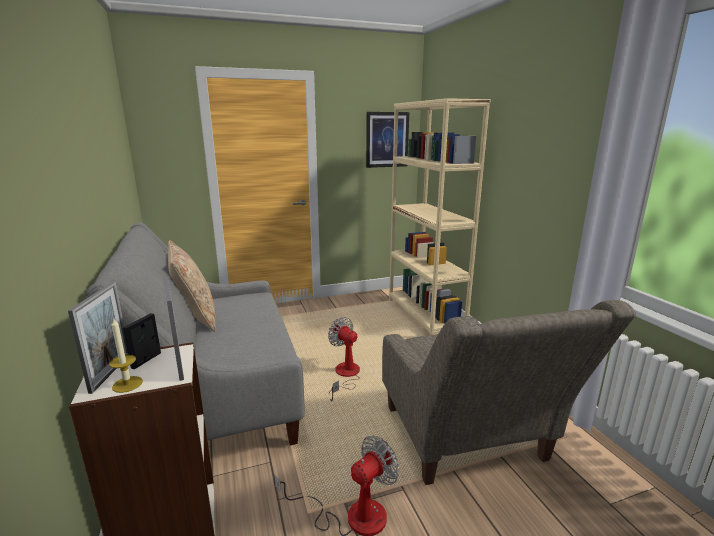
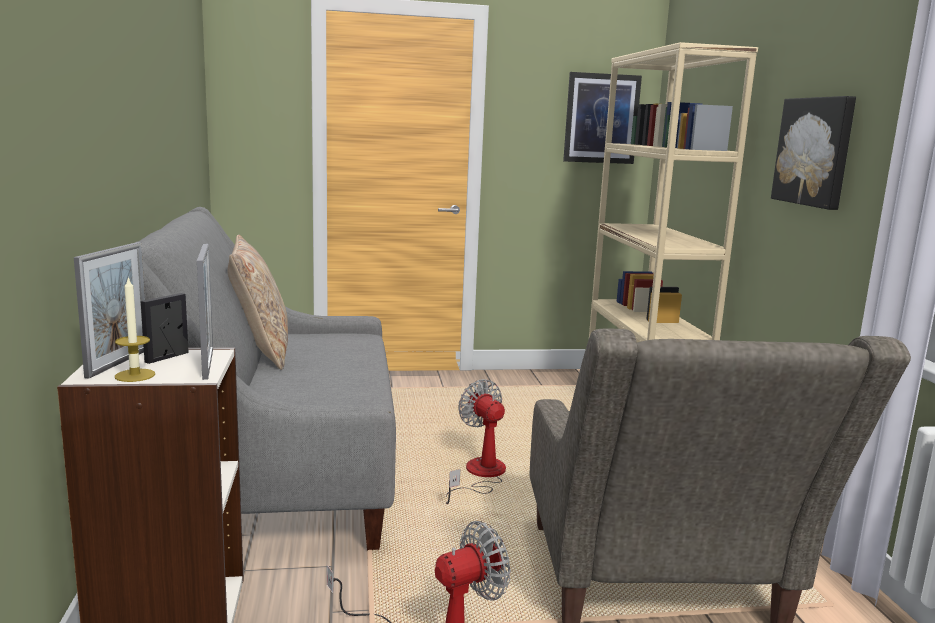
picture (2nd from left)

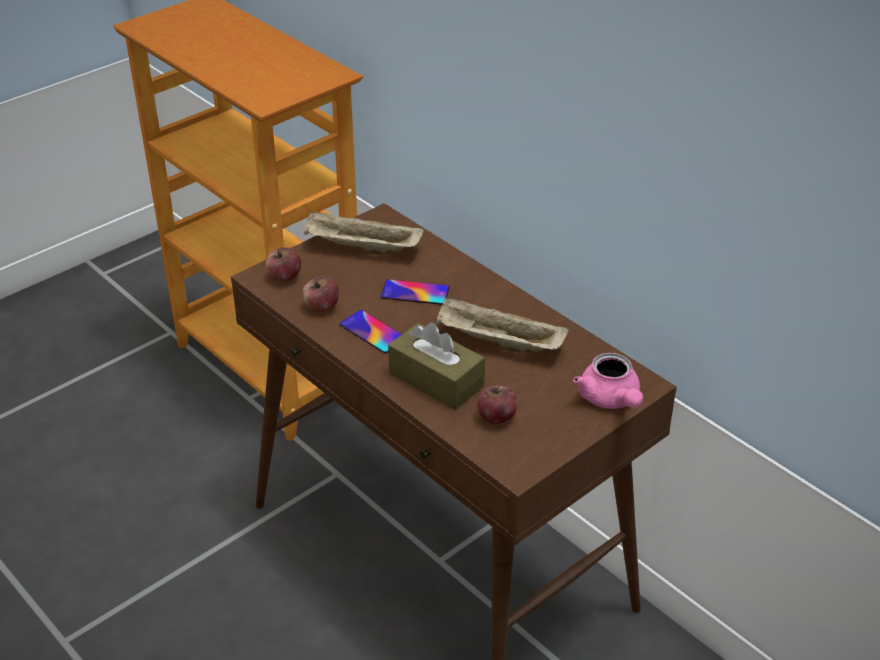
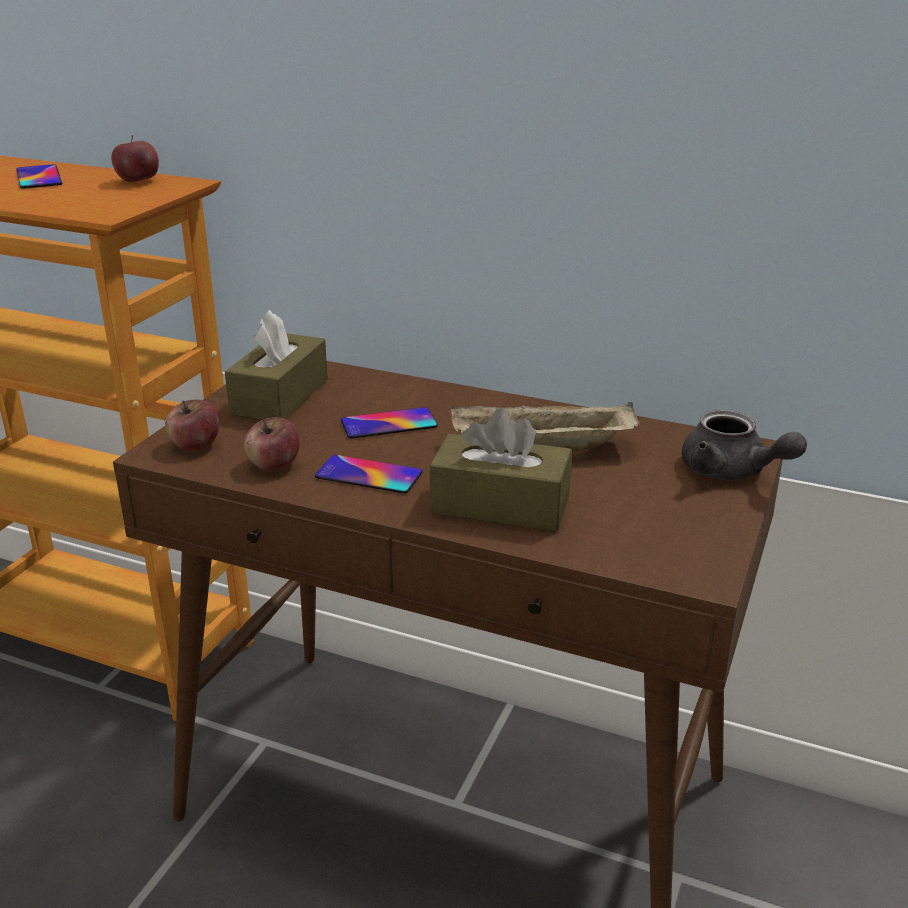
brown tissue box (1st from left)
grey teapot
apple (1st from left)
phone (1st from left)

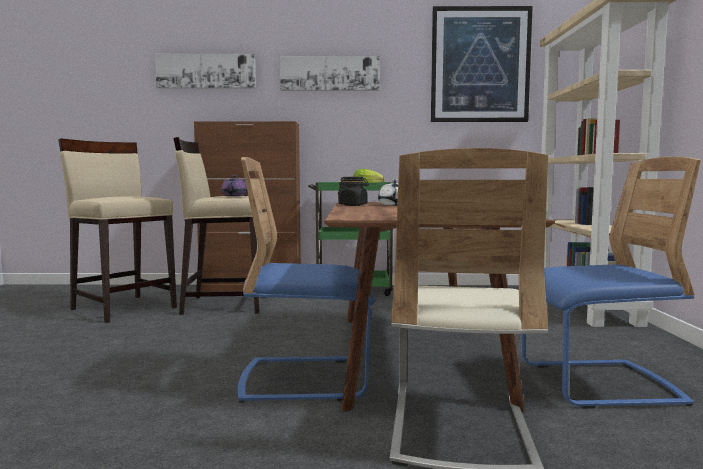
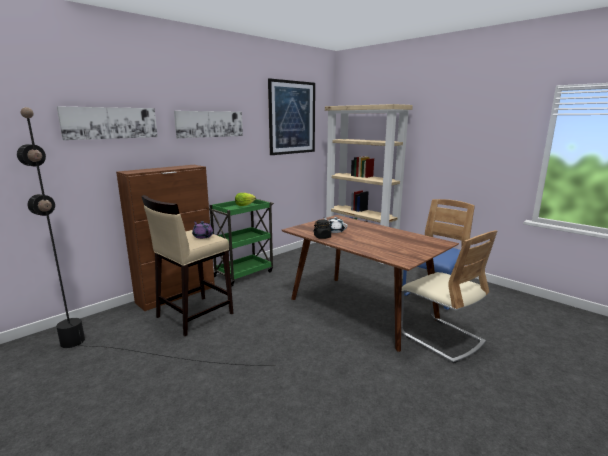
black floor lamp
blue chair (1st from left in the first image)

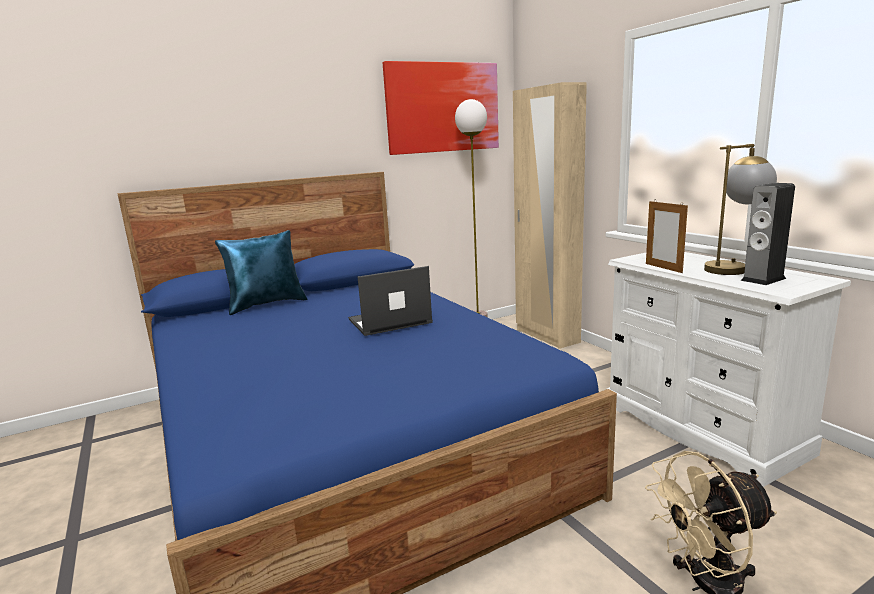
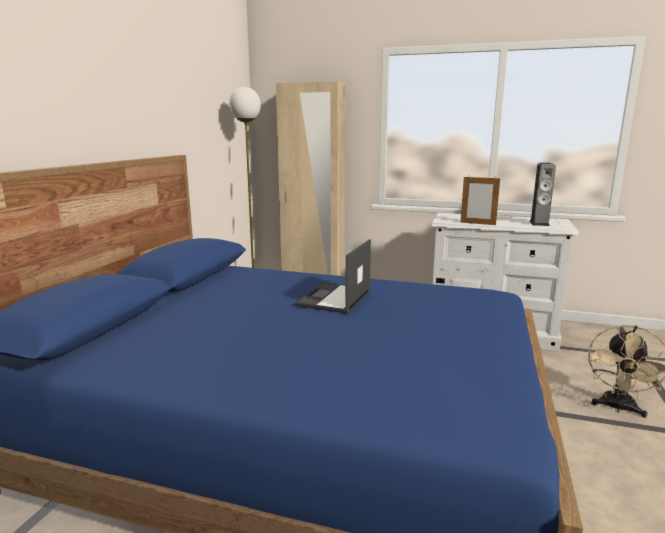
picture
table lamp
blue pillow

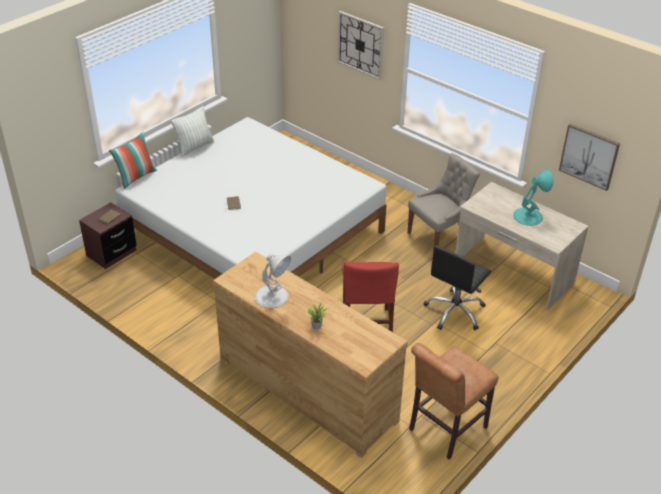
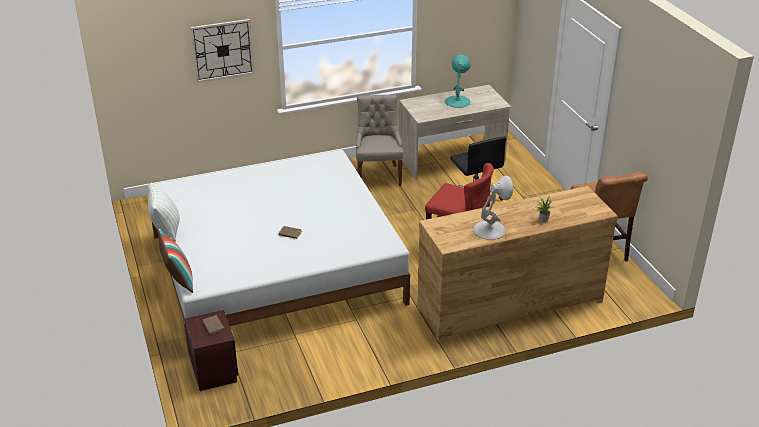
picture

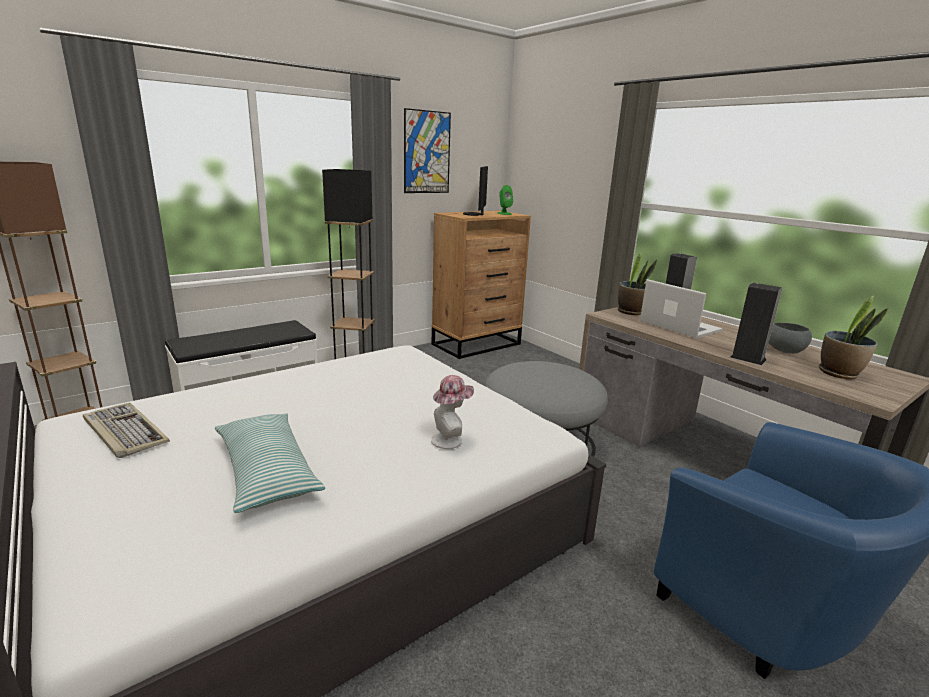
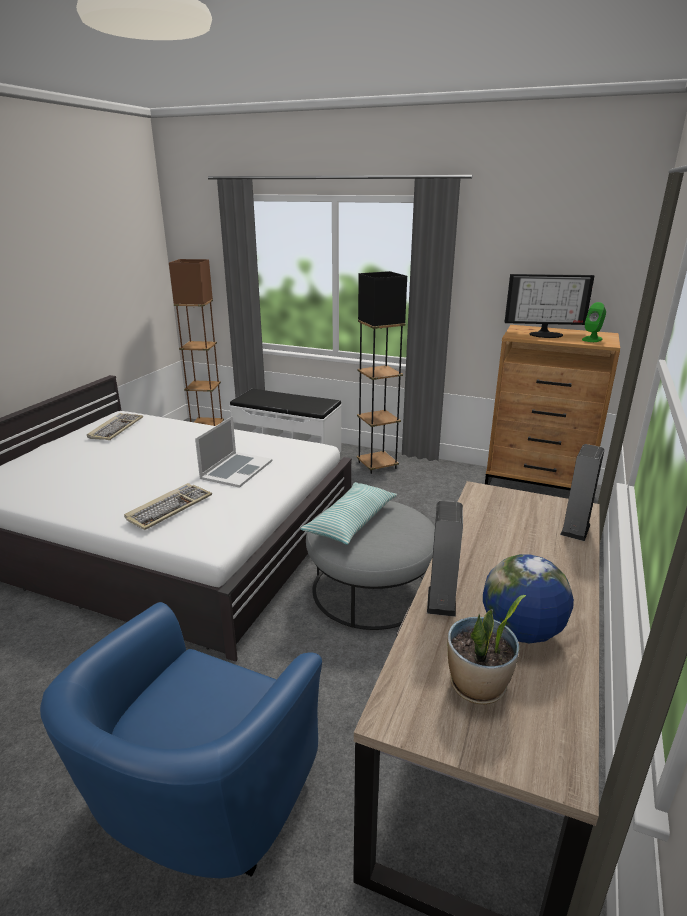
picture
monitor
potted plant (1st from left in the first image)
laptop
globe
keyboard (2nd from left)
pillow

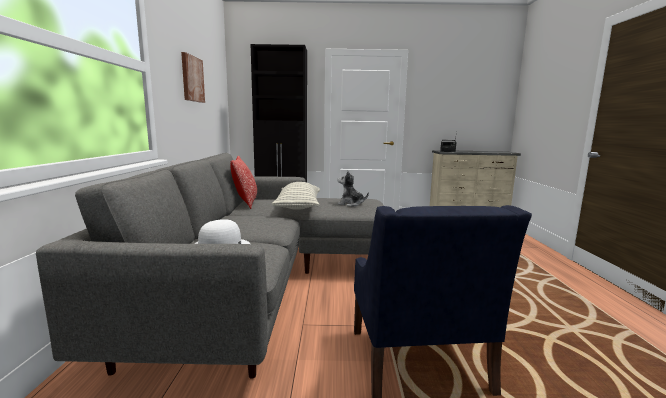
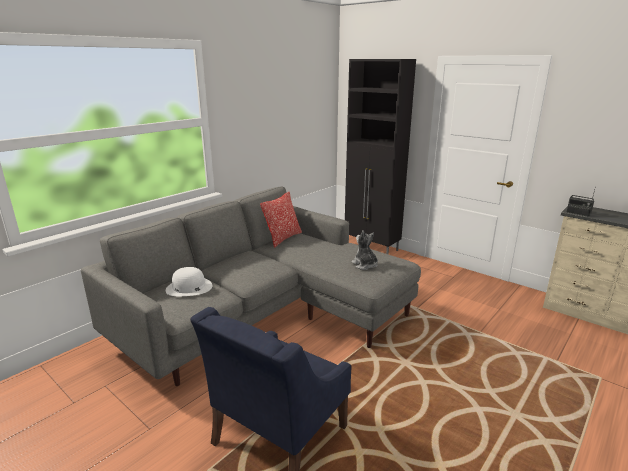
picture
pillow (2nd from left in the first image)

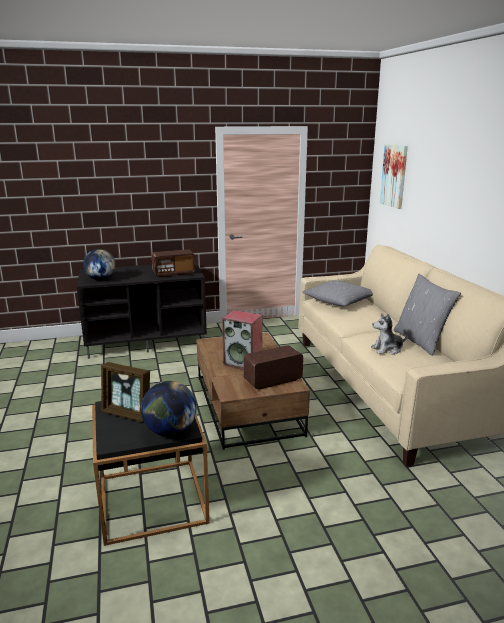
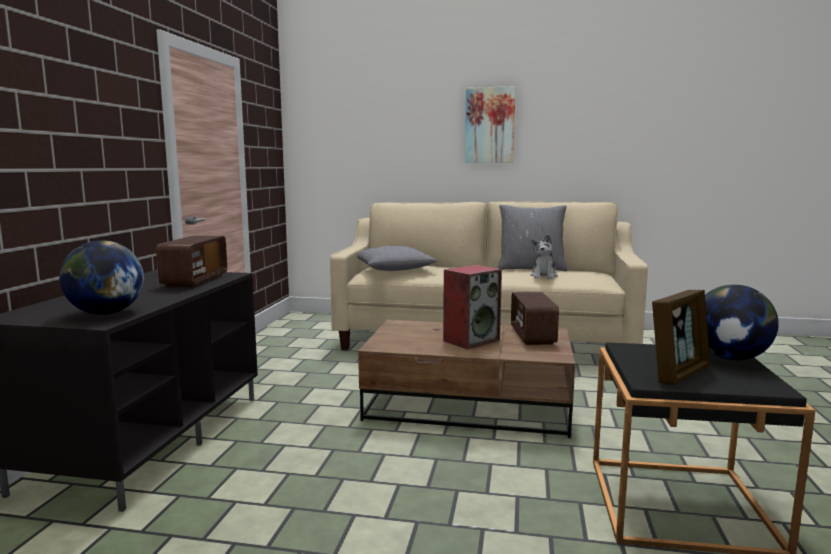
picture

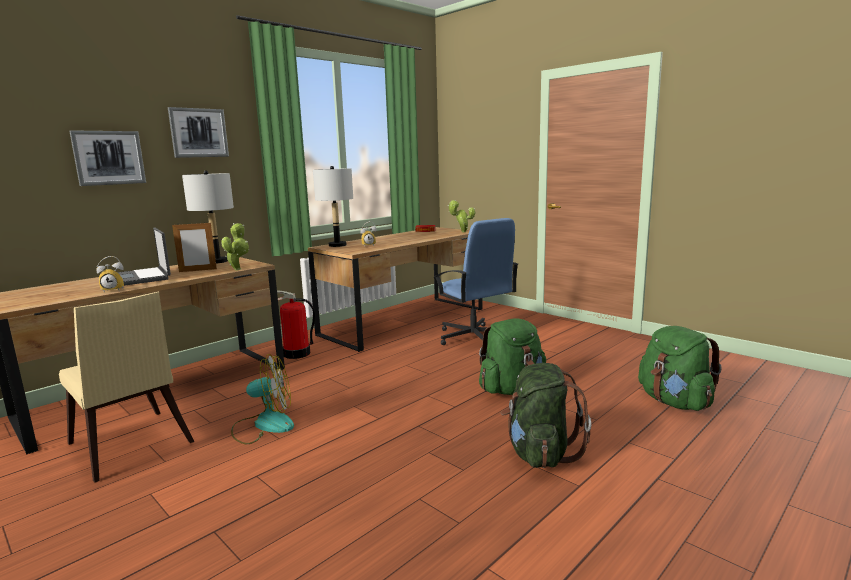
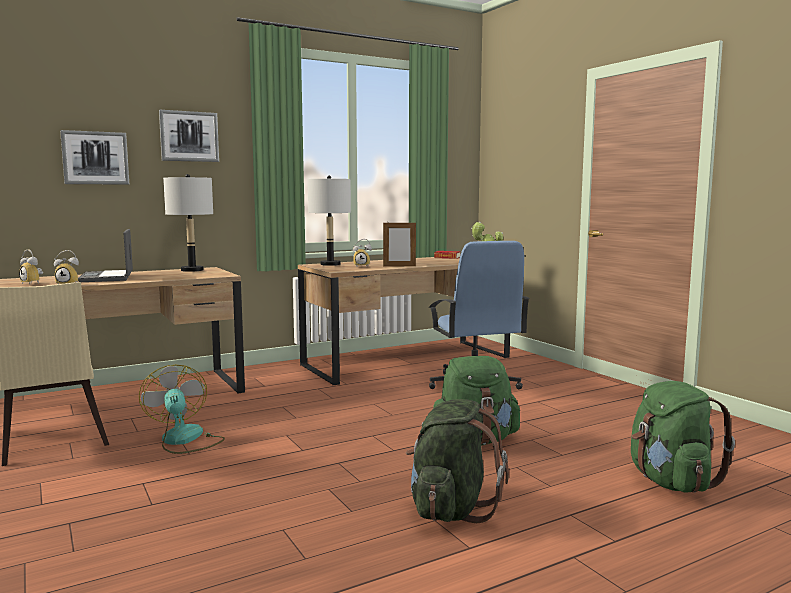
picture frame
potted plant (1st from left in the first image)
fire extinguisher
fan
alarm clock (1st from left)

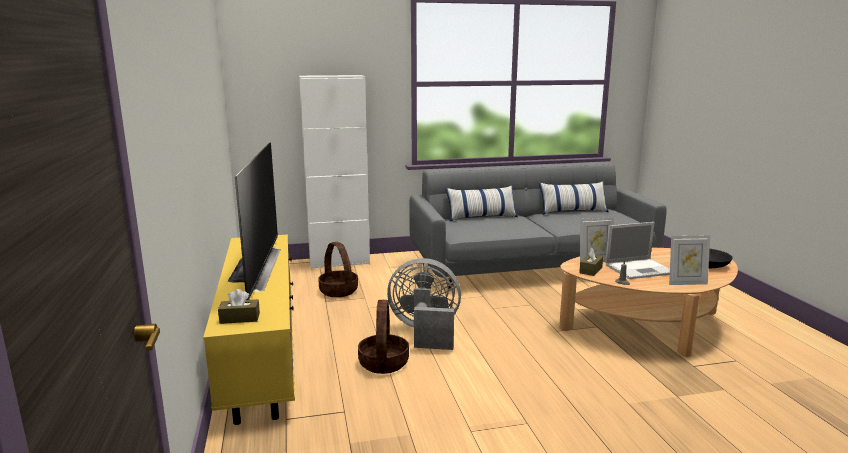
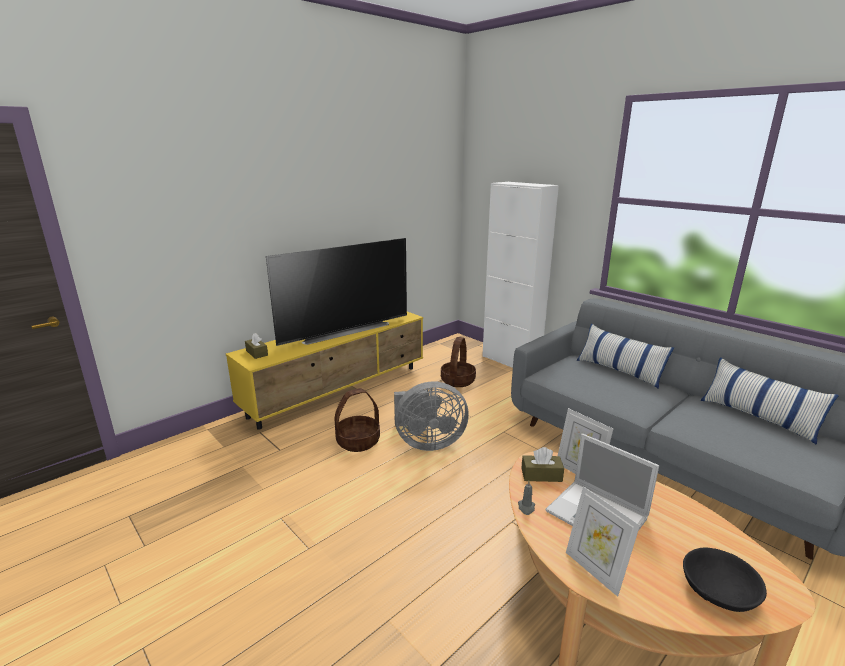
grey fan

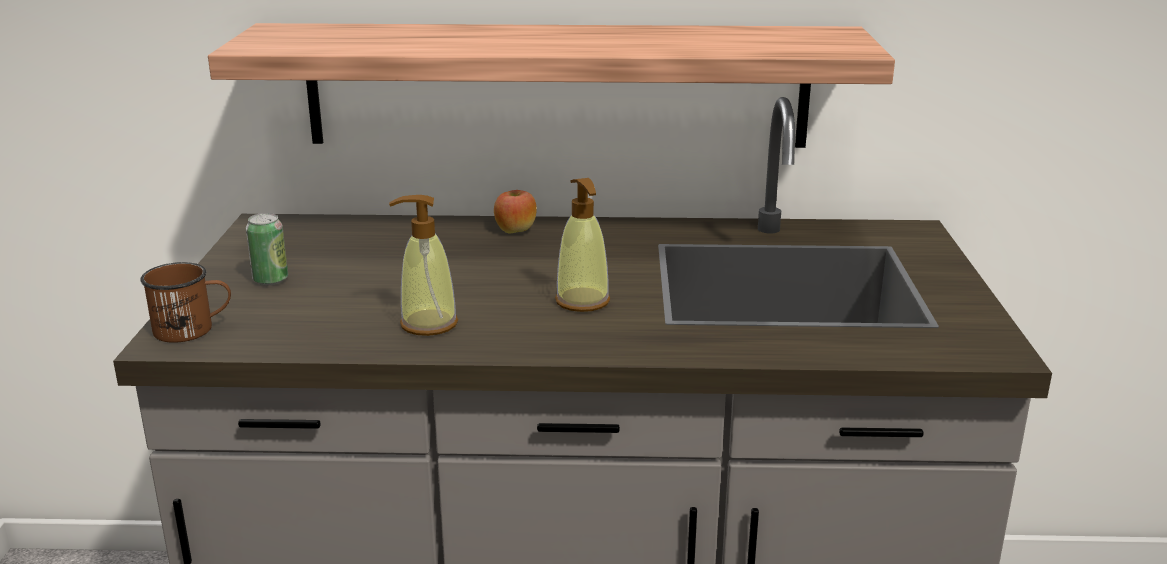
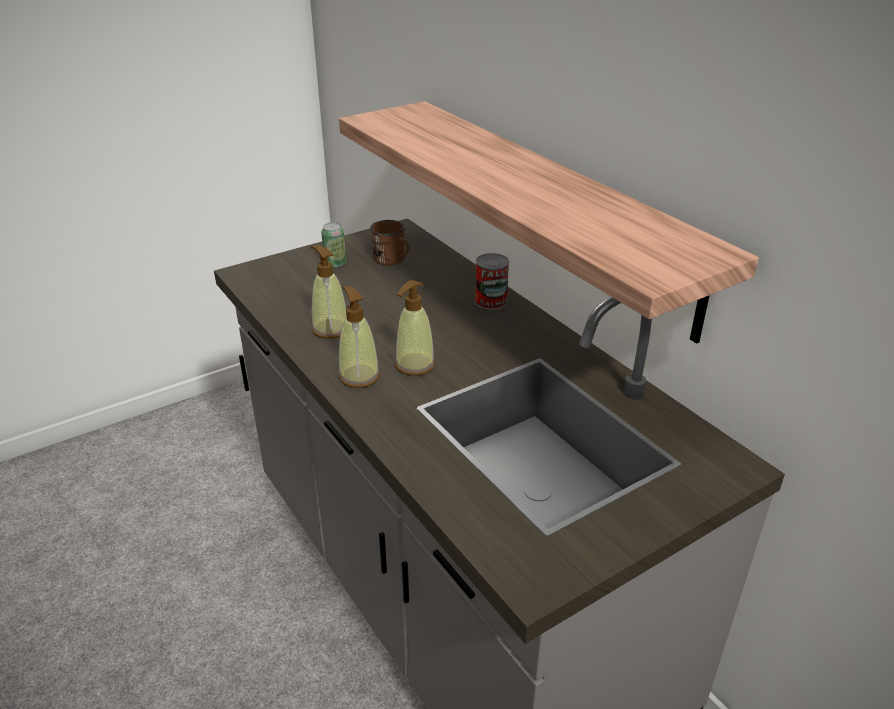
can (2nd from left)
brown mug
soap dispenser (2nd from left)

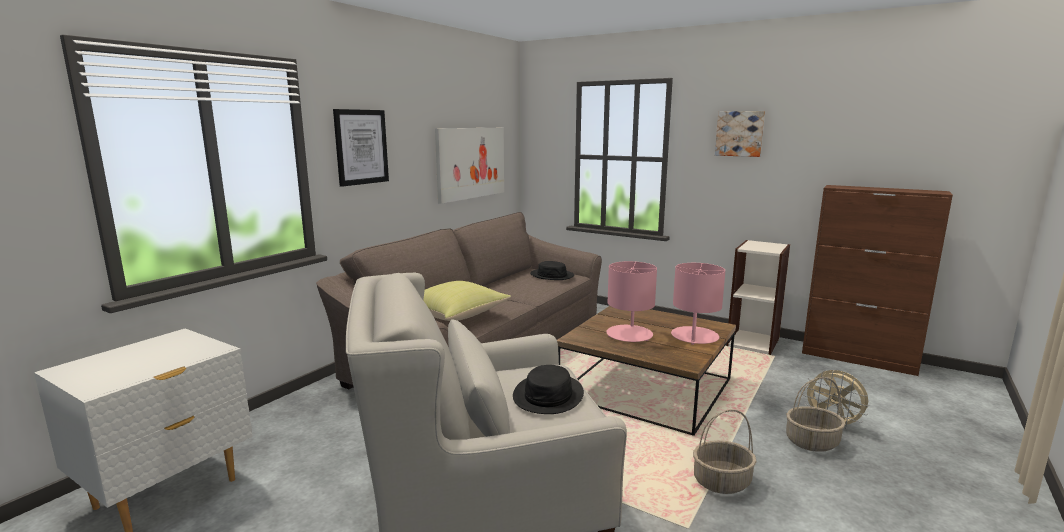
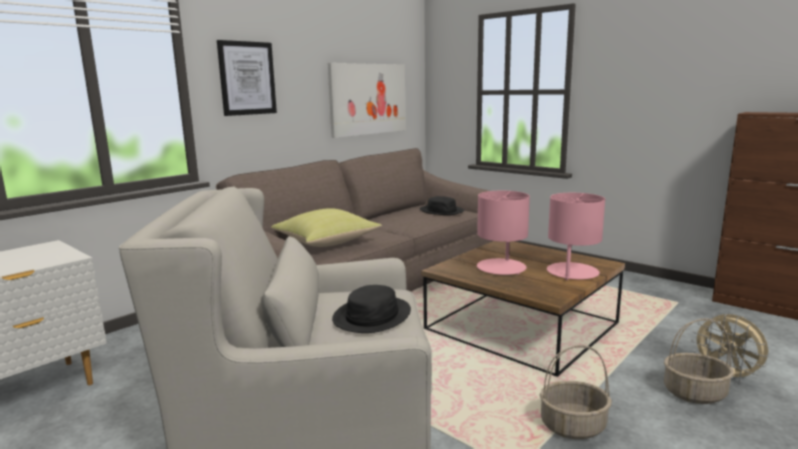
picture (3rd from left in the first image)
bookcase

